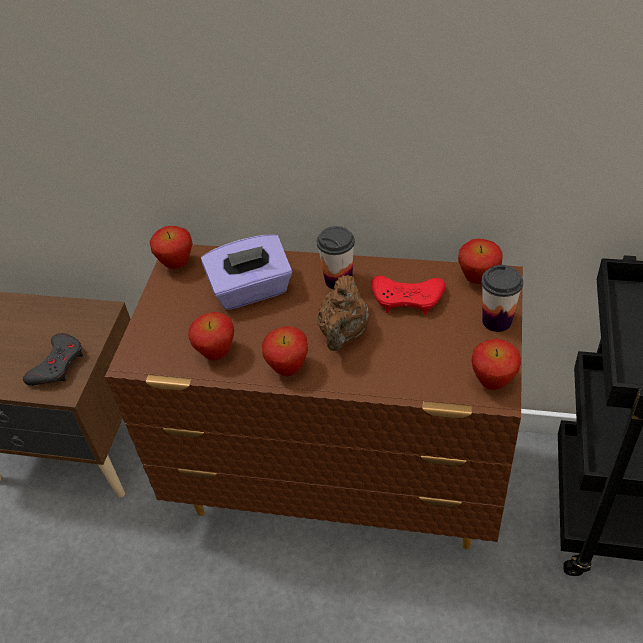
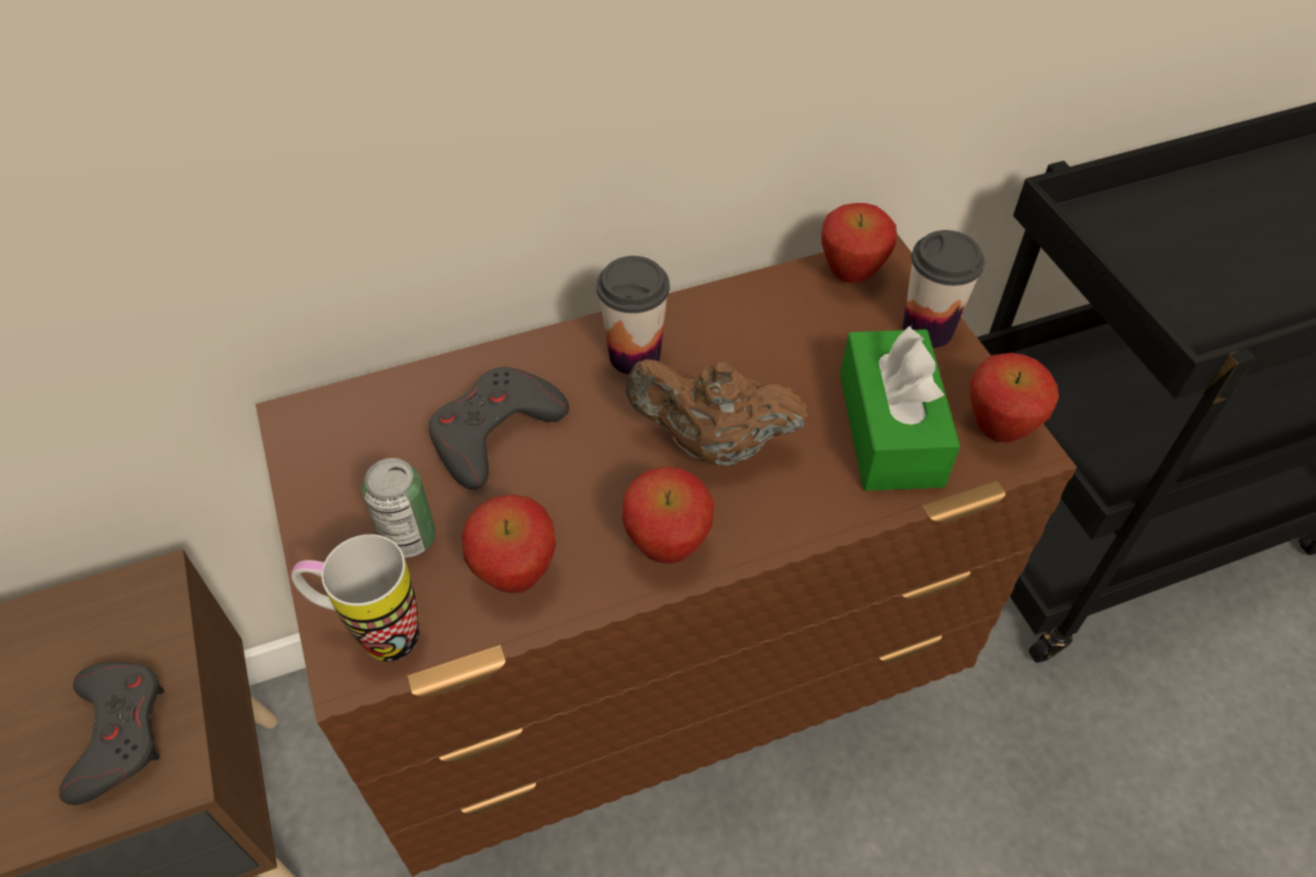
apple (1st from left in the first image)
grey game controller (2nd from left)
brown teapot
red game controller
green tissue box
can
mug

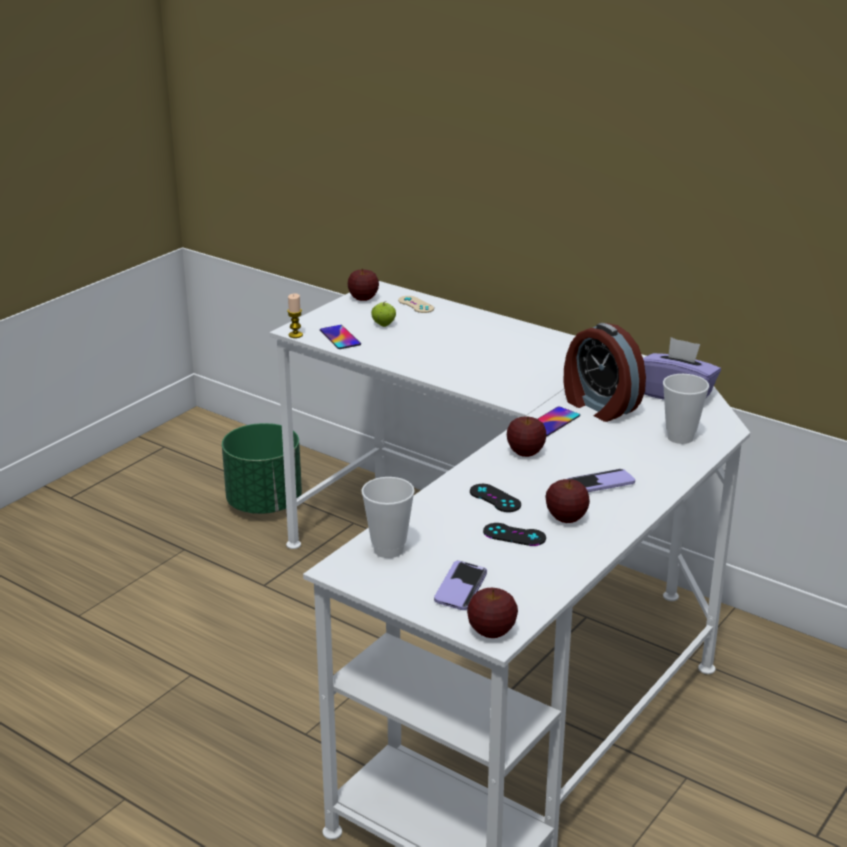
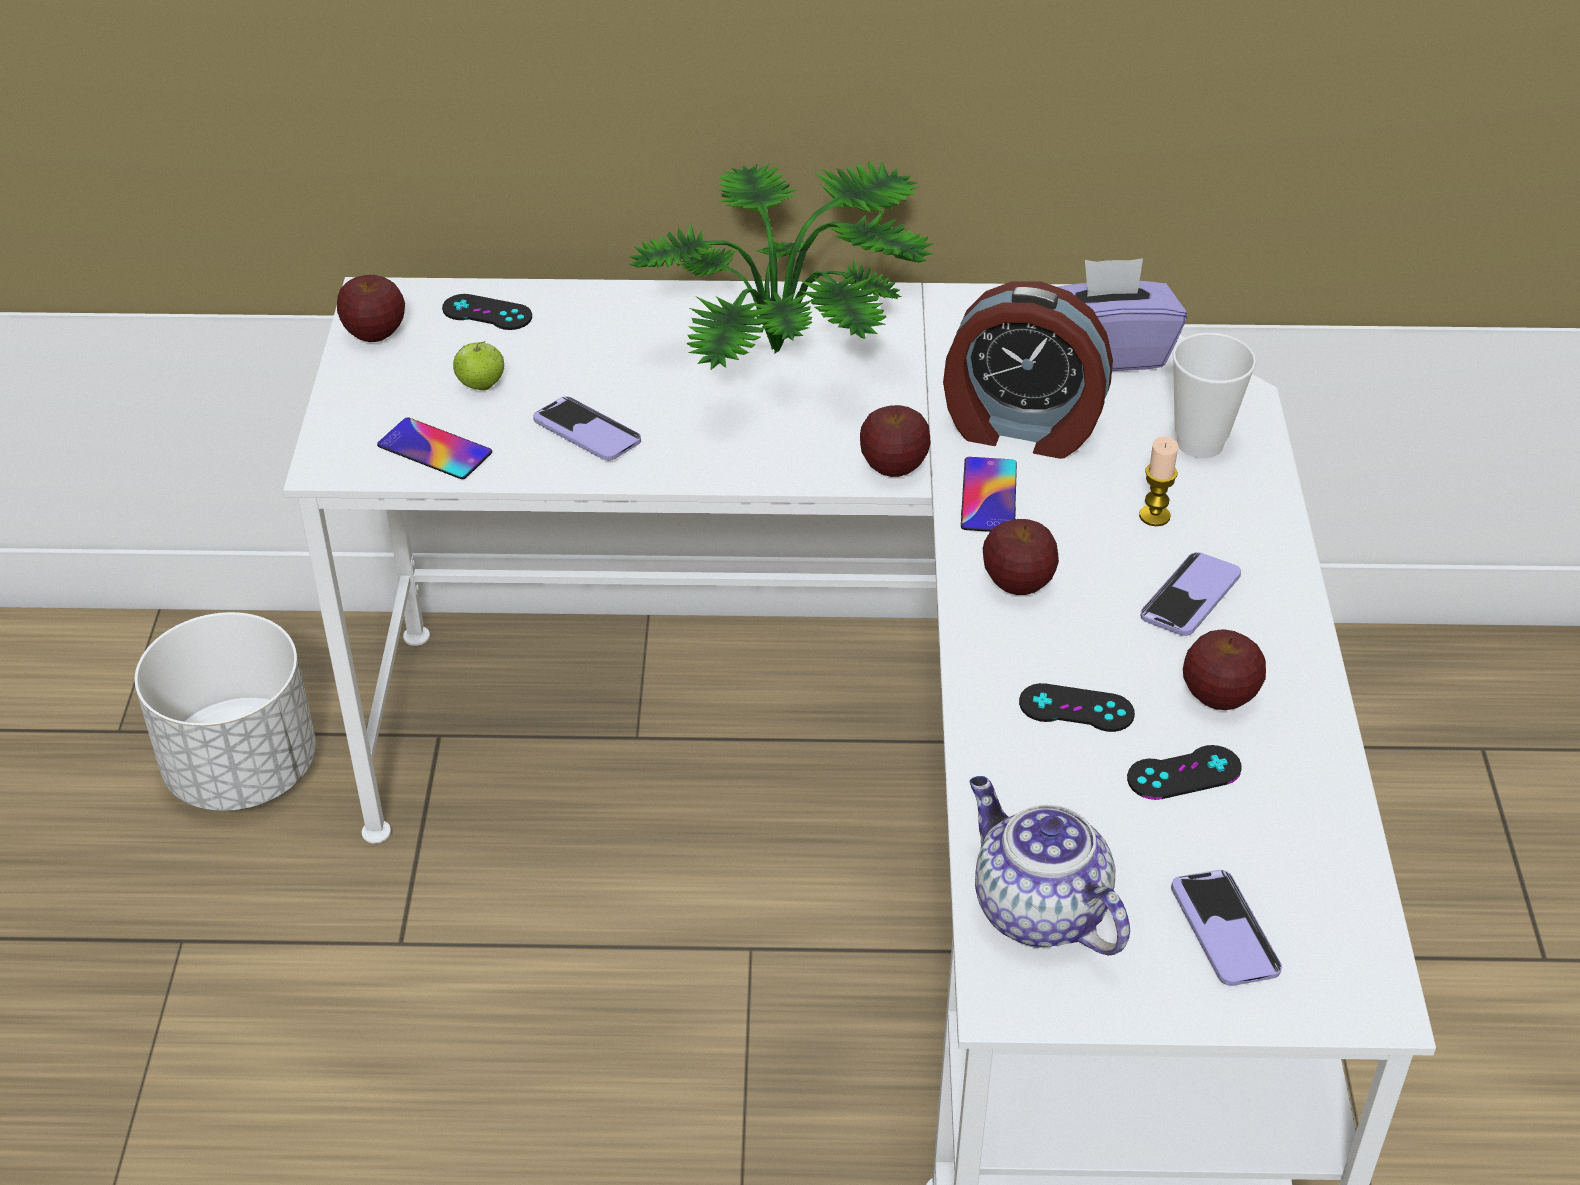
candle
black game controller (1st from left)
white planter
teapot
apple (3rd from left)
potted plant
phone (2nd from left)

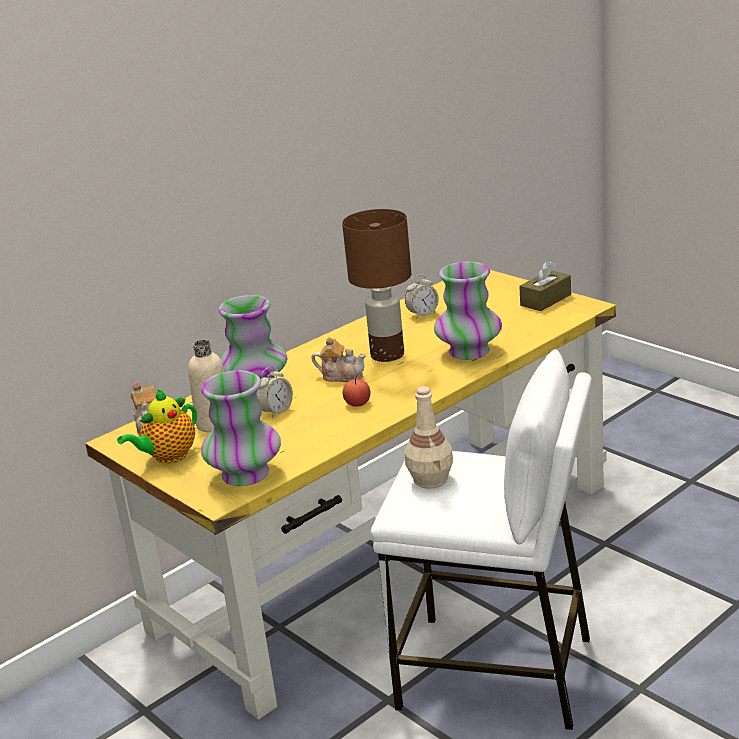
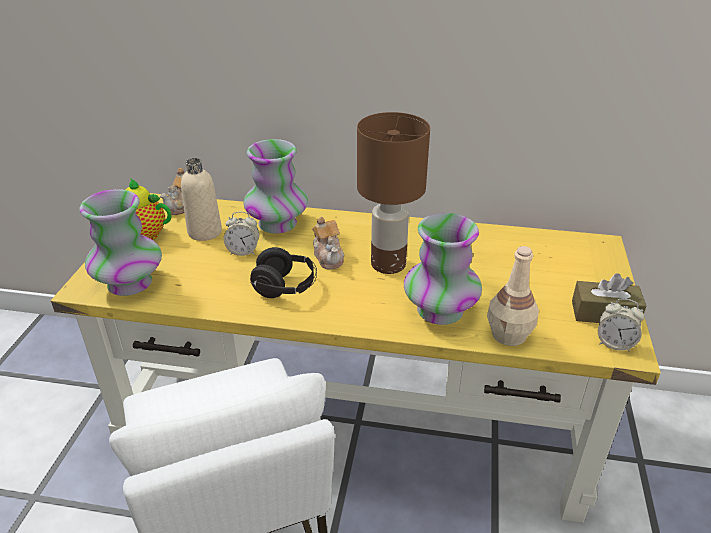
alarm clock (2nd from left)
black headphones
beige bottle (2nd from left)

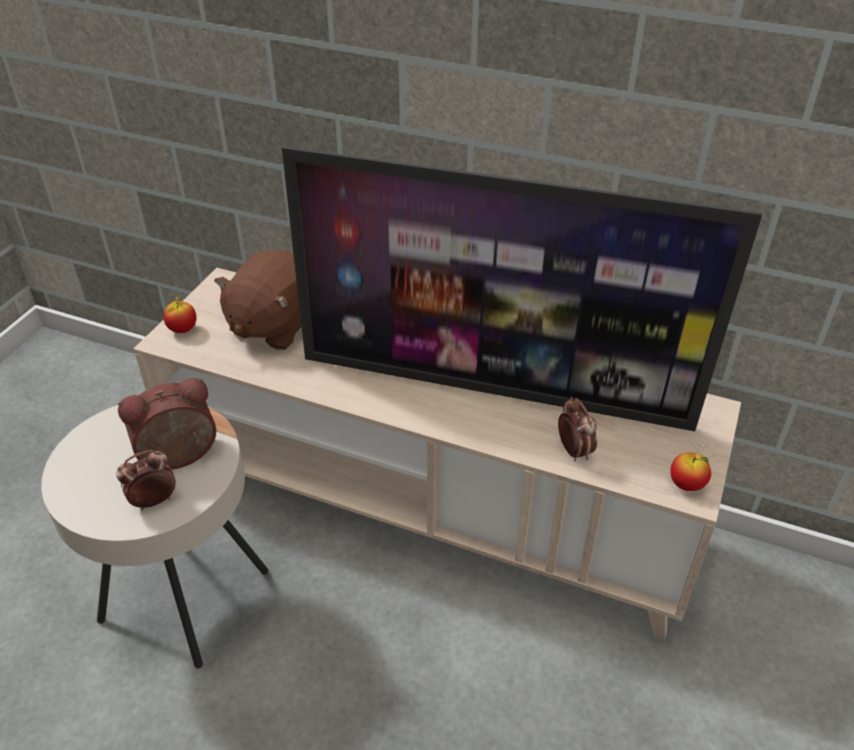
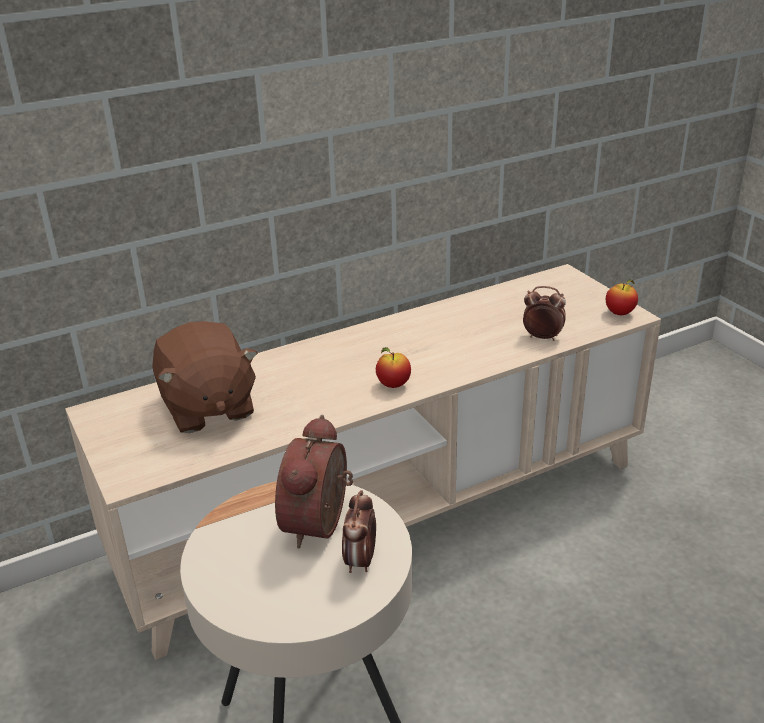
television
apple (1st from left)

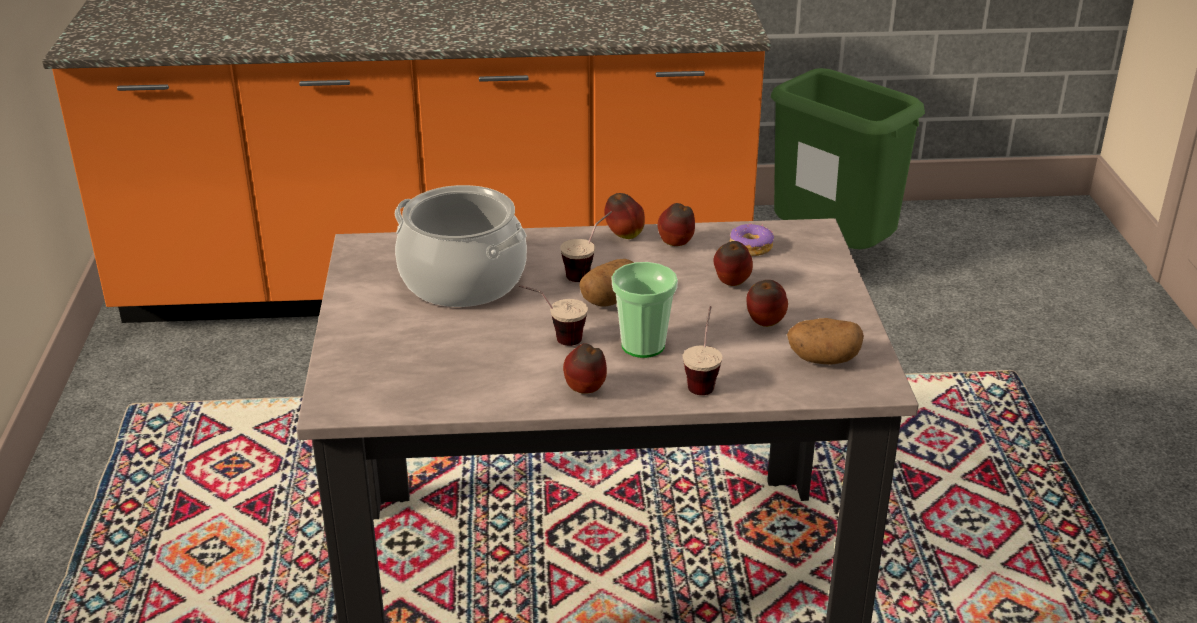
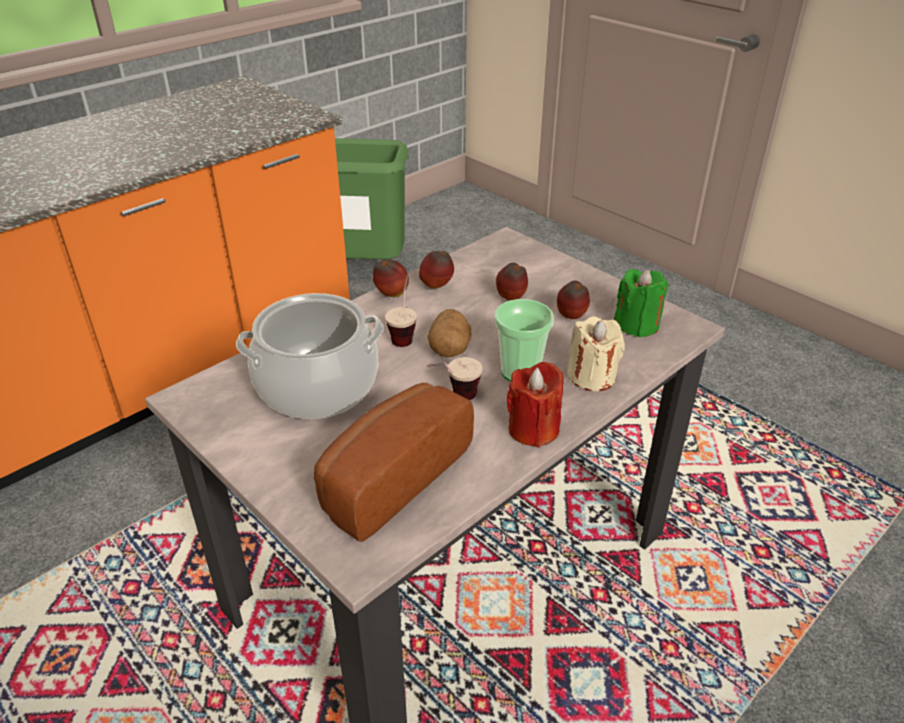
donut
beige candle
green candle
red candle
bread

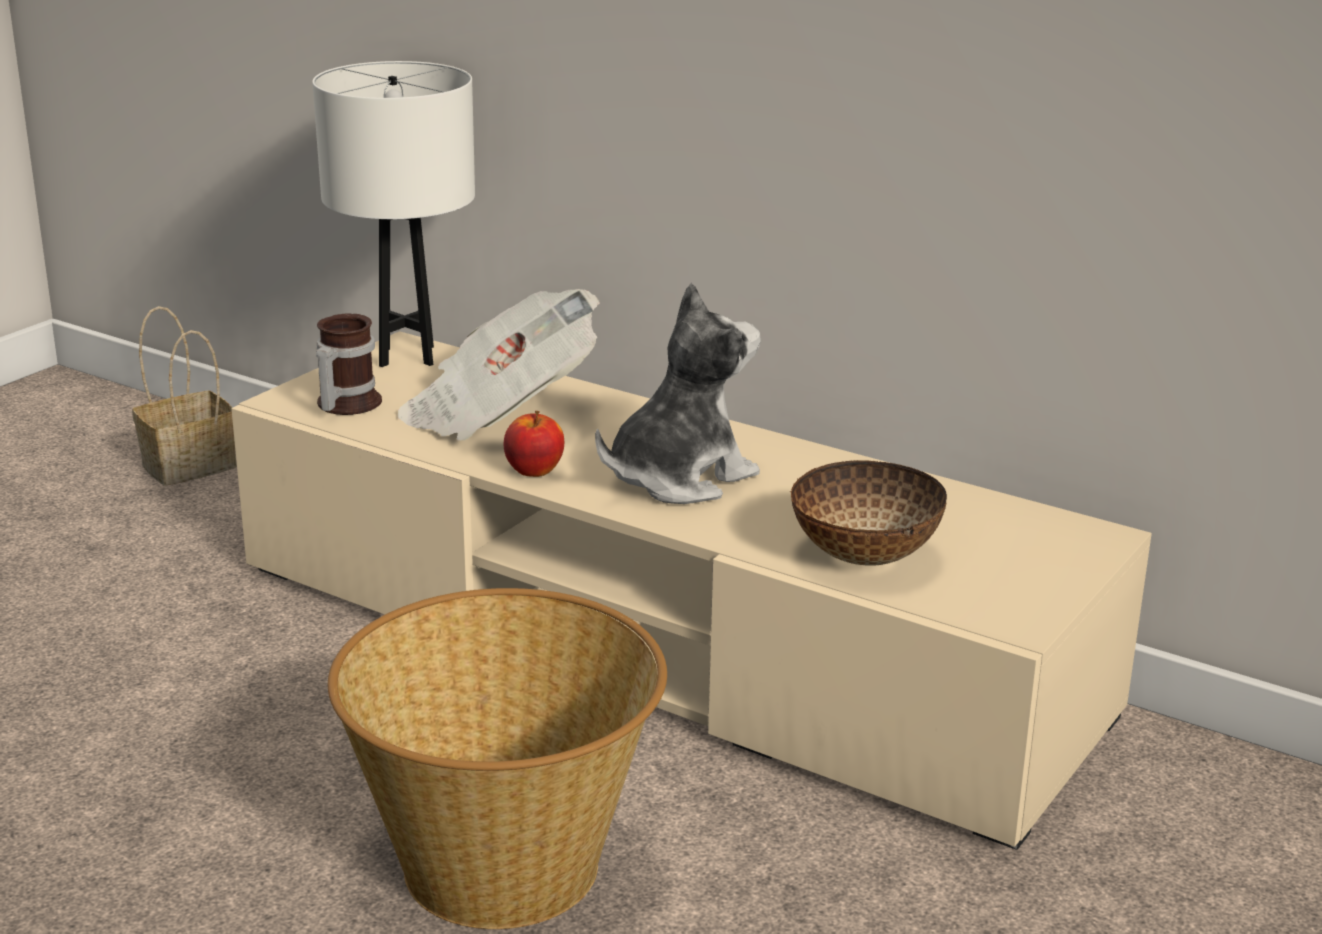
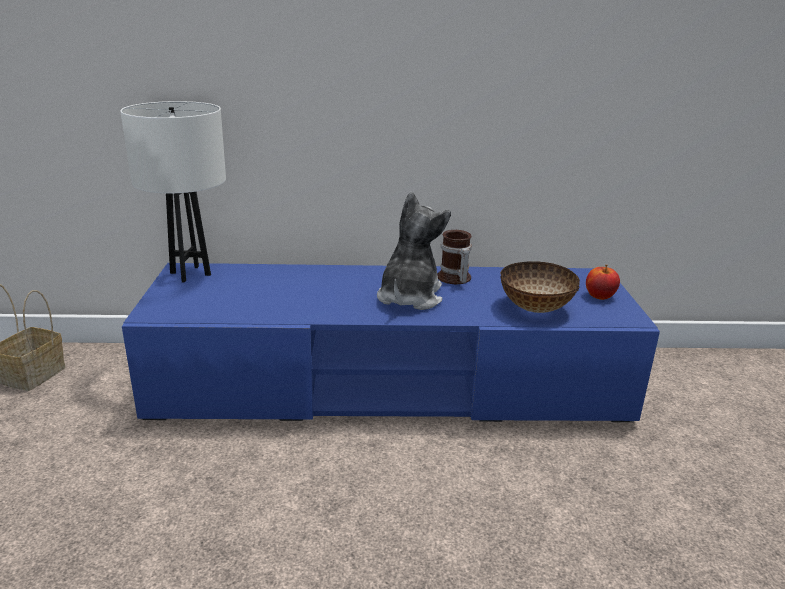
newspaper
mug
blue tv stand
apple
basket (2nd from left in the first image)

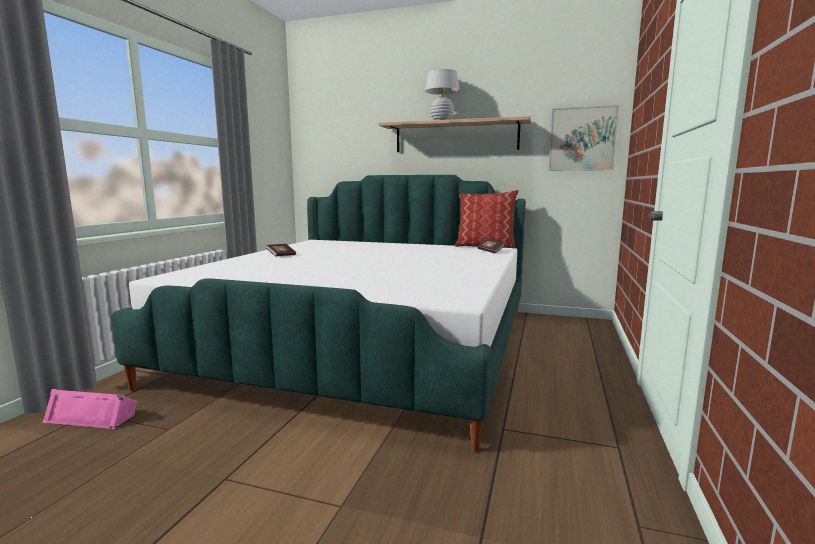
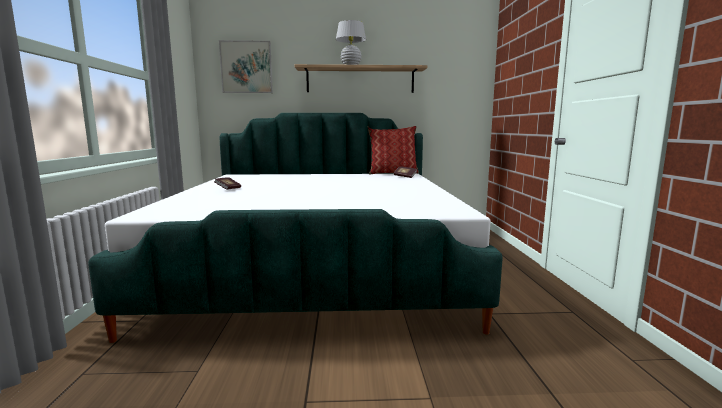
picture
pink speaker

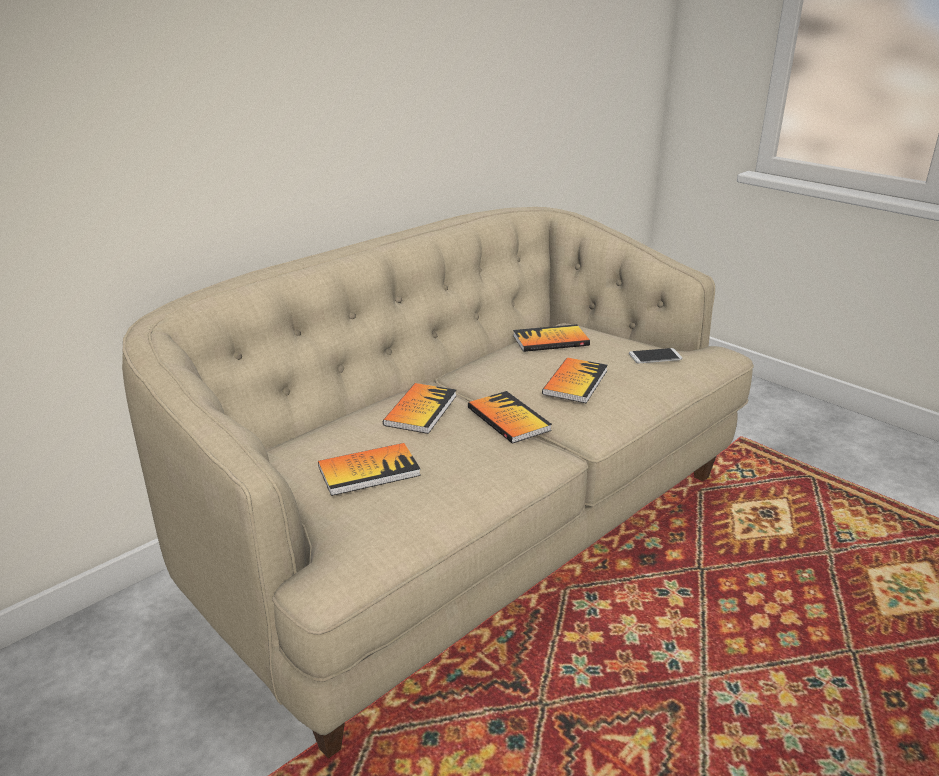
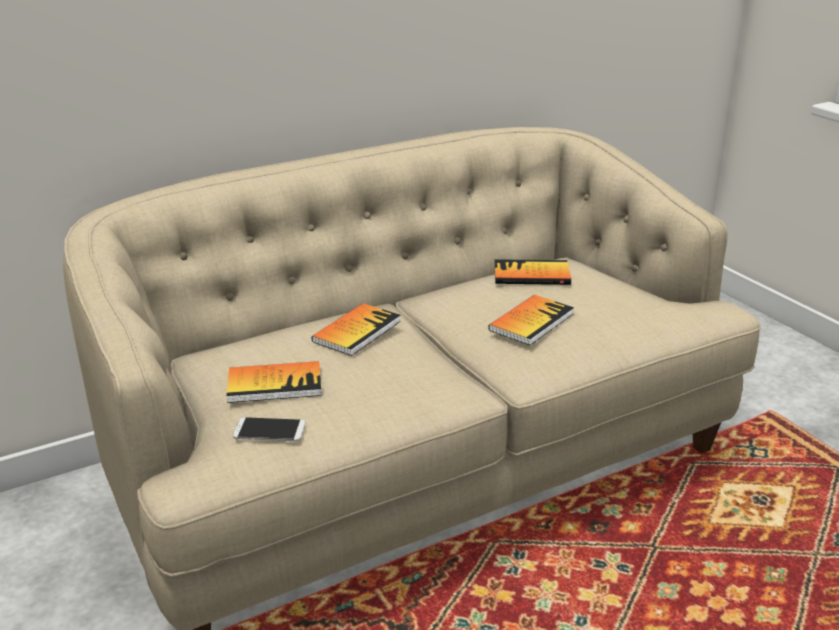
phone
book (3rd from left in the first image)

